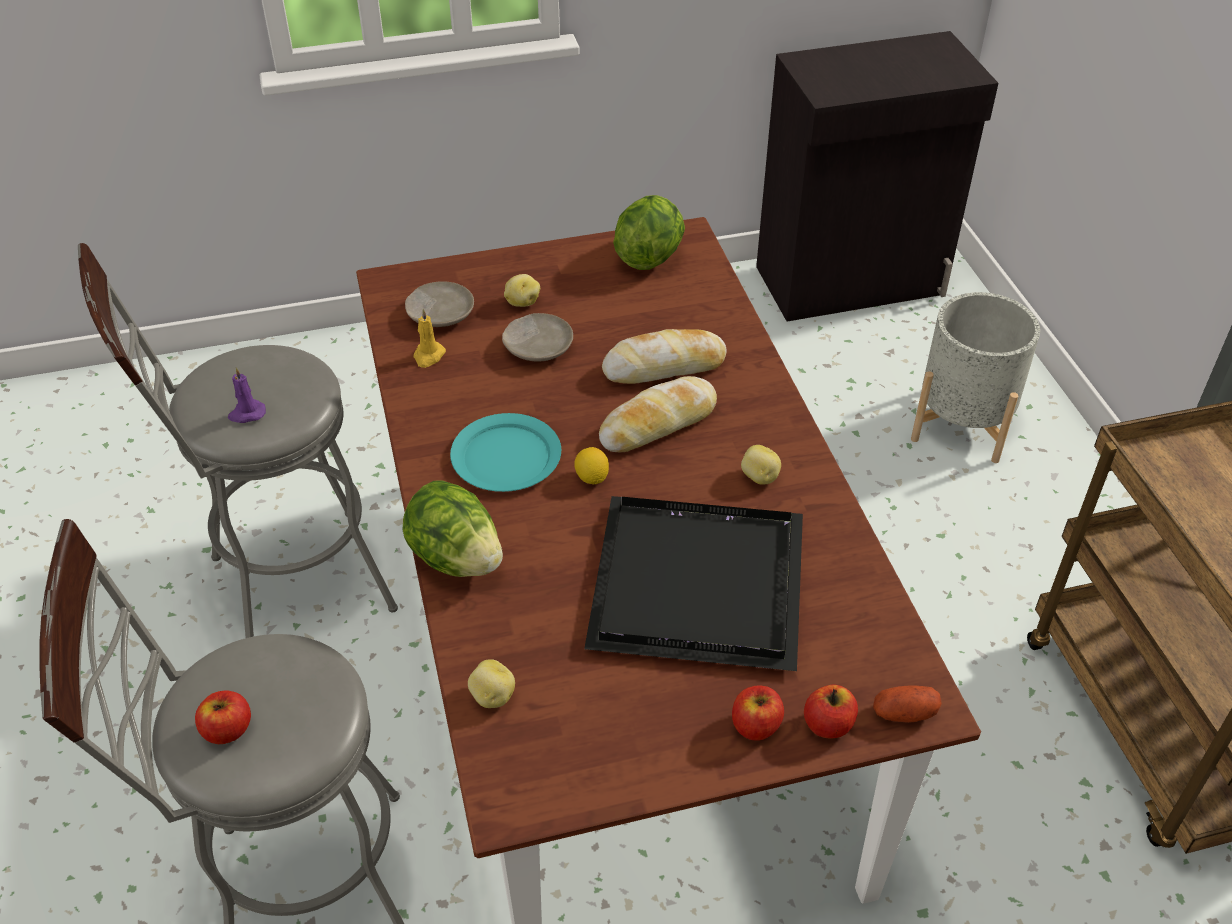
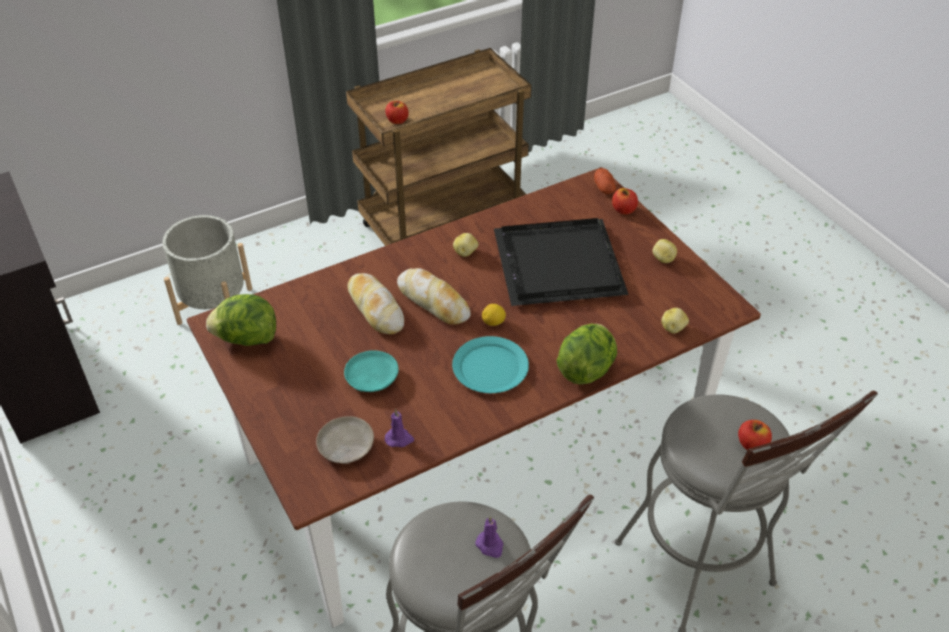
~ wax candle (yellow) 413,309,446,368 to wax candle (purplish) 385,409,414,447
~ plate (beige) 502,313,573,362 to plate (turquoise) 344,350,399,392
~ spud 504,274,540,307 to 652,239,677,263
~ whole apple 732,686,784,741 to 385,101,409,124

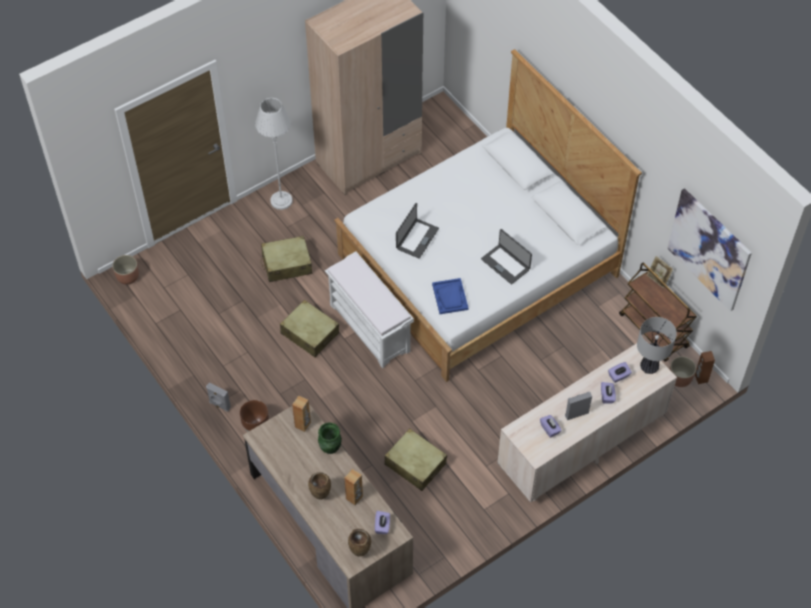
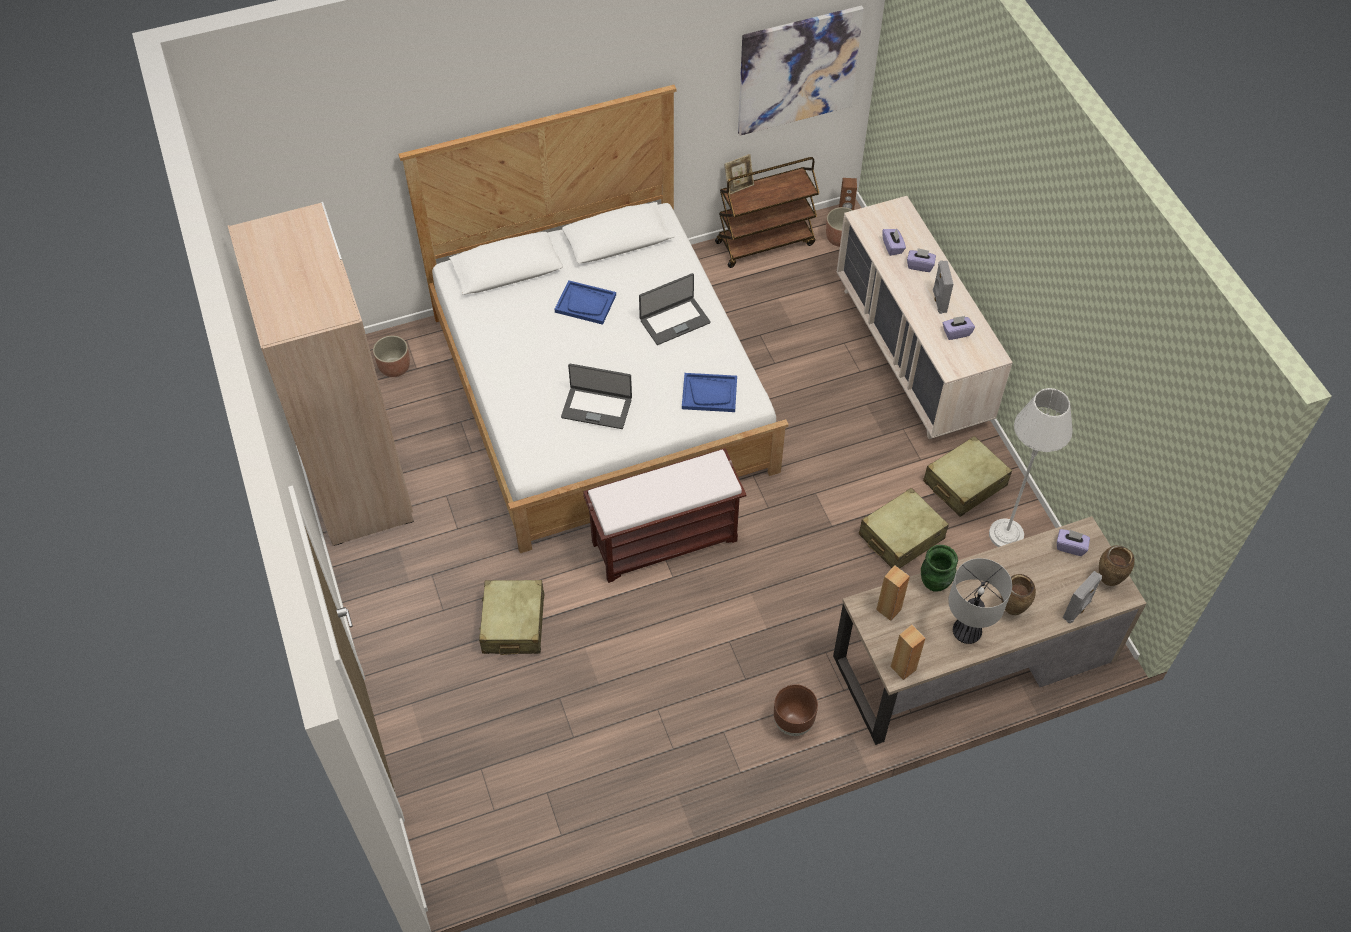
~ flower pot 112,255,139,285 to 373,336,410,377
~ audio speaker (greyish) 206,383,231,412 to 1063,571,1102,623
~ floor lamp (greyish) 255,98,293,210 to 989,388,1073,547
~ piece of luggage (beige) 280,300,339,357 to 923,436,1012,517
~ bench (white) 325,251,414,368 to bench (brown) 583,448,746,583
~ audio speaker (brown) 344,469,363,505 to 891,625,926,680
~ laptop 396,203,439,259 = 561,363,632,429 150 degrees clockwise
~ lamp for a table 637,317,677,374 to 948,558,1012,644
+ tray (bluish) 555,280,616,325

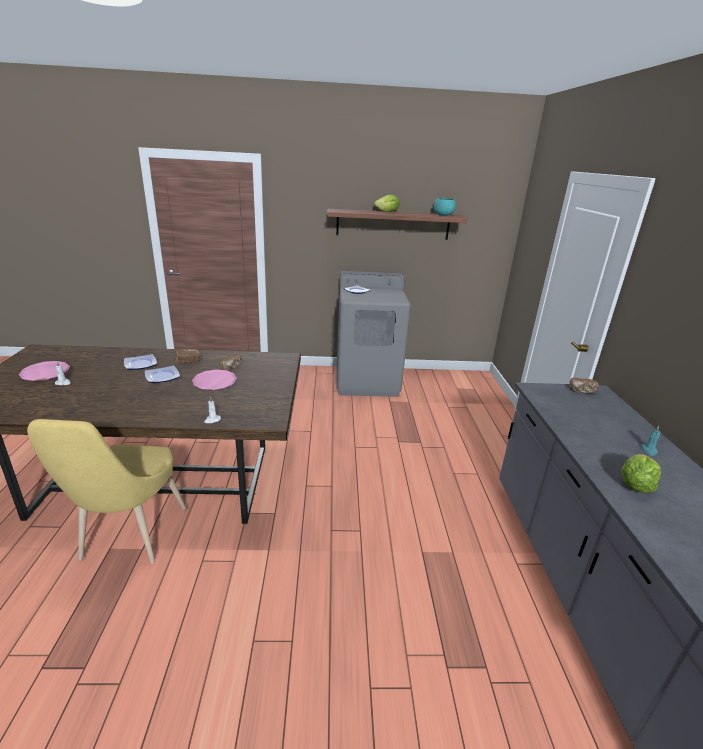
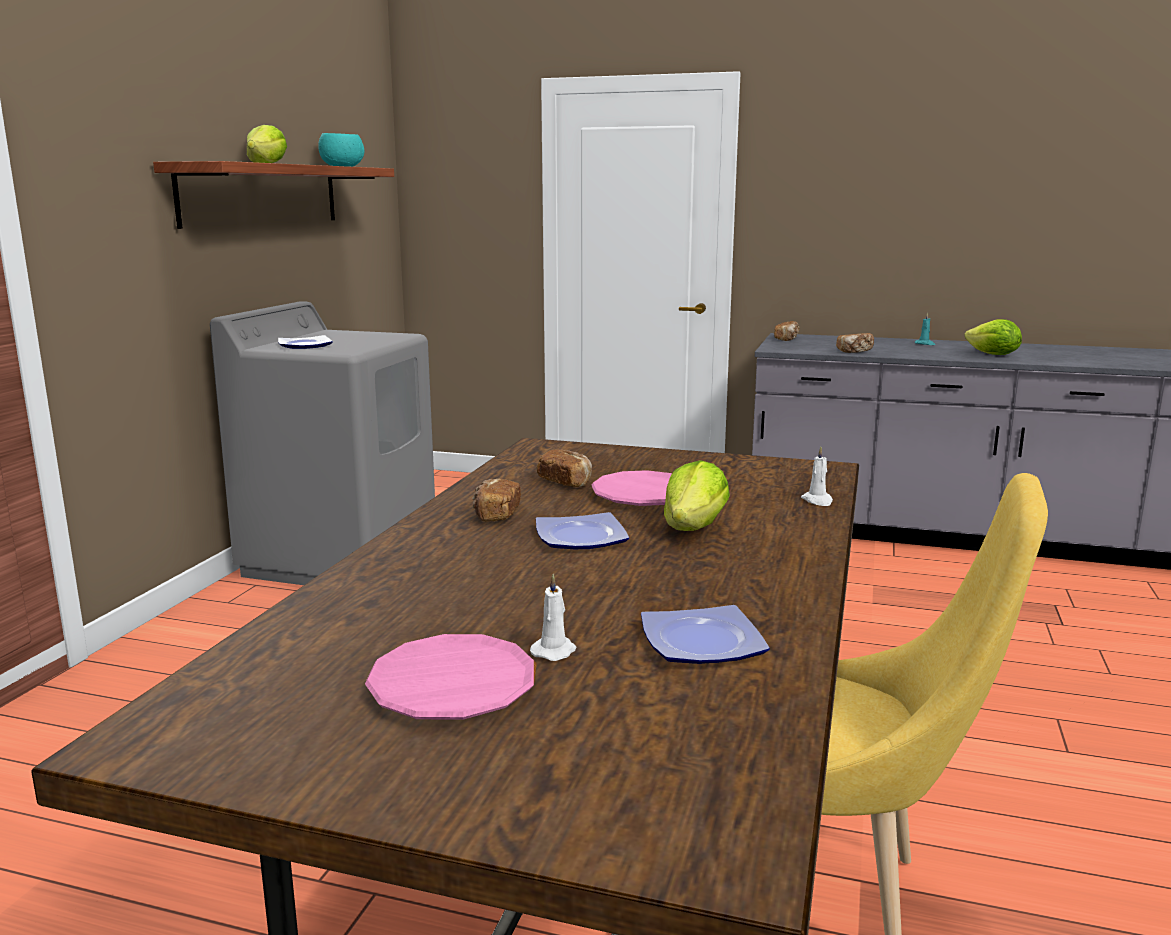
~ plate 124,354,157,370 to 641,605,770,664
+ head of lettuce 664,460,730,531
+ bread 836,333,874,353

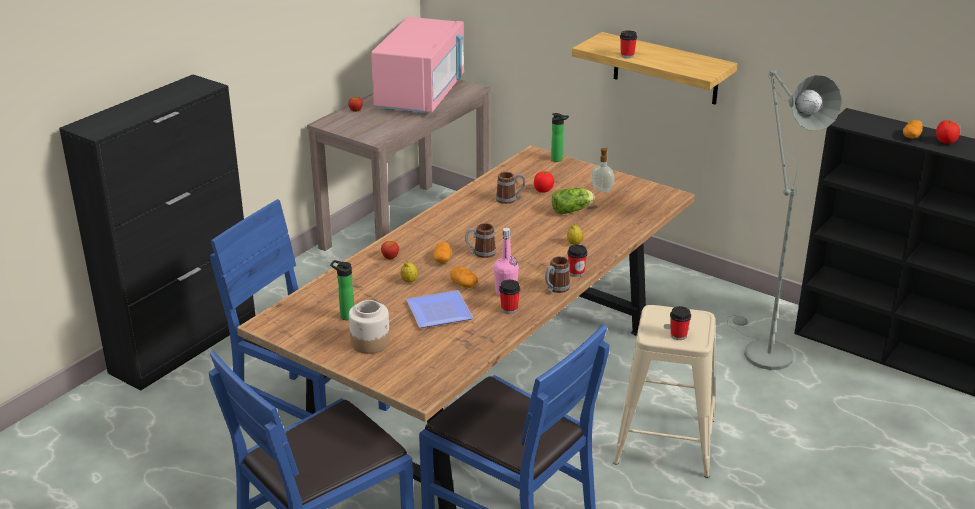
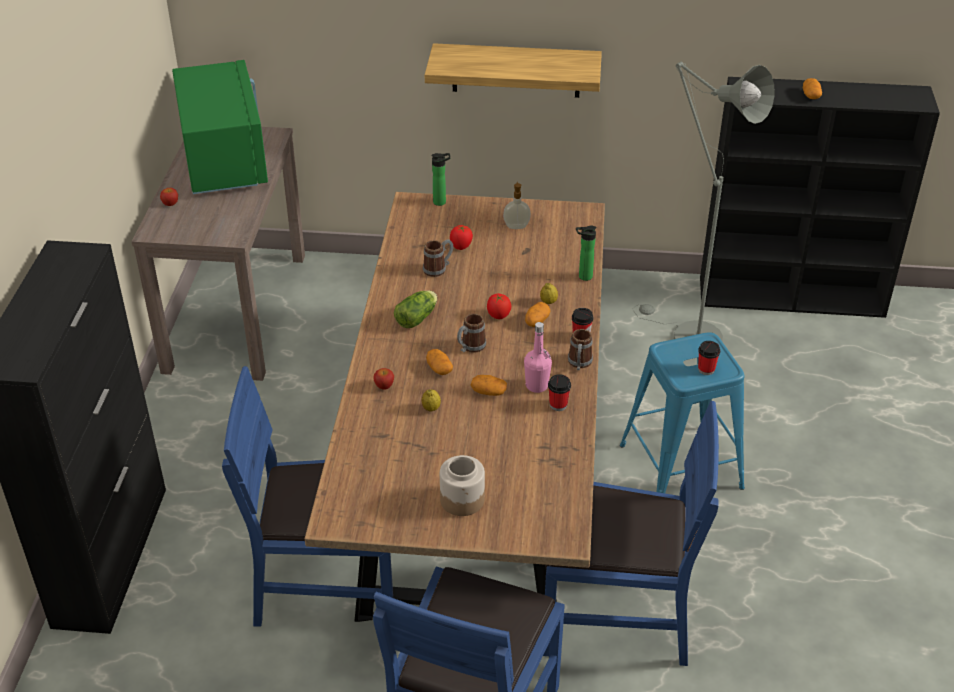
~ drink bottle 330,260,354,320 to 576,225,597,281
~ kitchen microwave (pink) 371,17,464,113 to kitchen microwave (green) 172,60,268,194
- plate 406,290,473,328
~ head of lettuce 552,188,595,214 to 394,290,437,328
~ stool seat (beige) 613,305,715,478 to stool seat (bluish) 620,333,745,493
- small cup 620,30,637,59
~ fresh tomato 936,120,960,144 to 487,293,511,319
+ spud 525,302,550,327

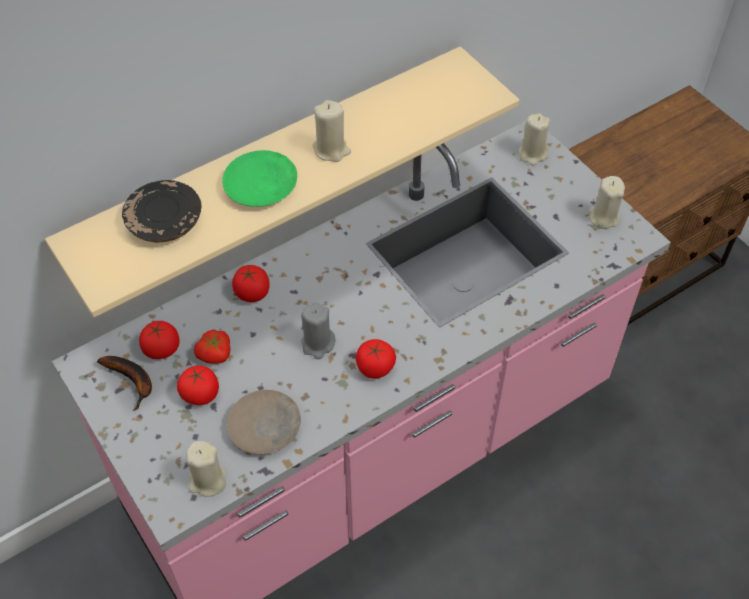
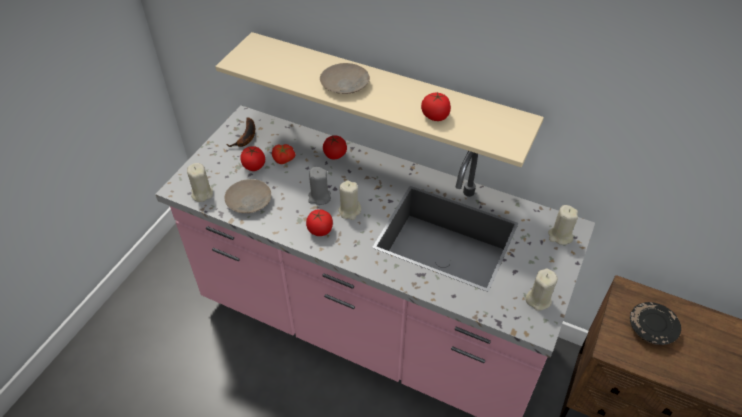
~ plate (black) 122,180,201,242 to 630,302,681,345
~ fresh tomato 139,321,179,359 to 421,92,451,121
~ plate (green) 222,150,297,207 to plate (beige) 320,63,370,94
~ wax candle (beige) 313,100,351,162 to 338,180,361,220

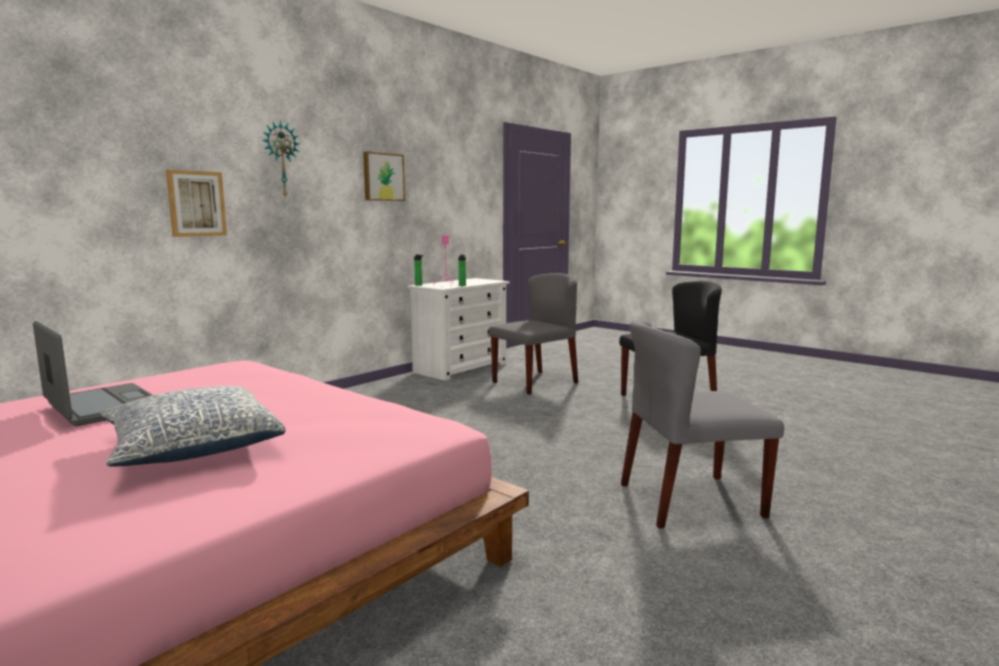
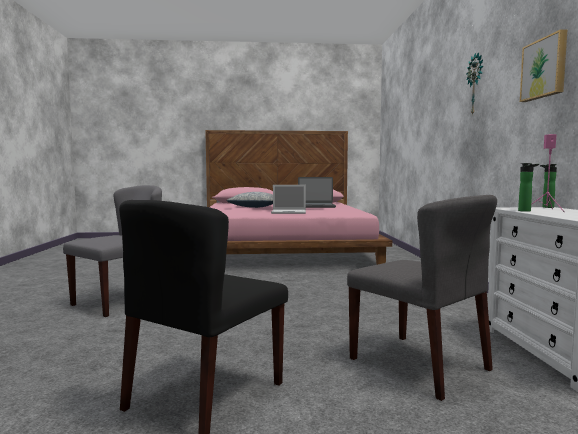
- wall art 166,170,227,237
~ plain chair (greyish) 489,273,578,395 = 347,195,497,401 45 degrees counterclockwise
+ laptop 271,185,306,214

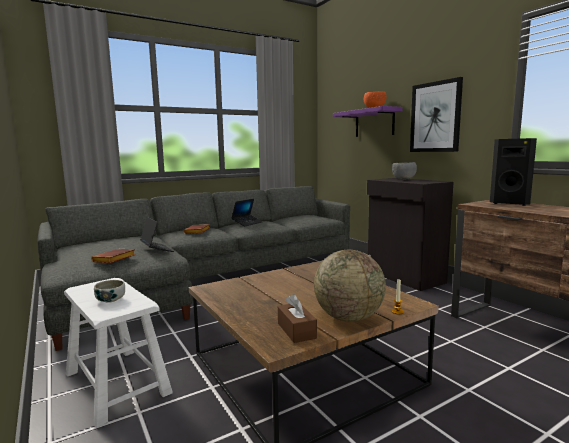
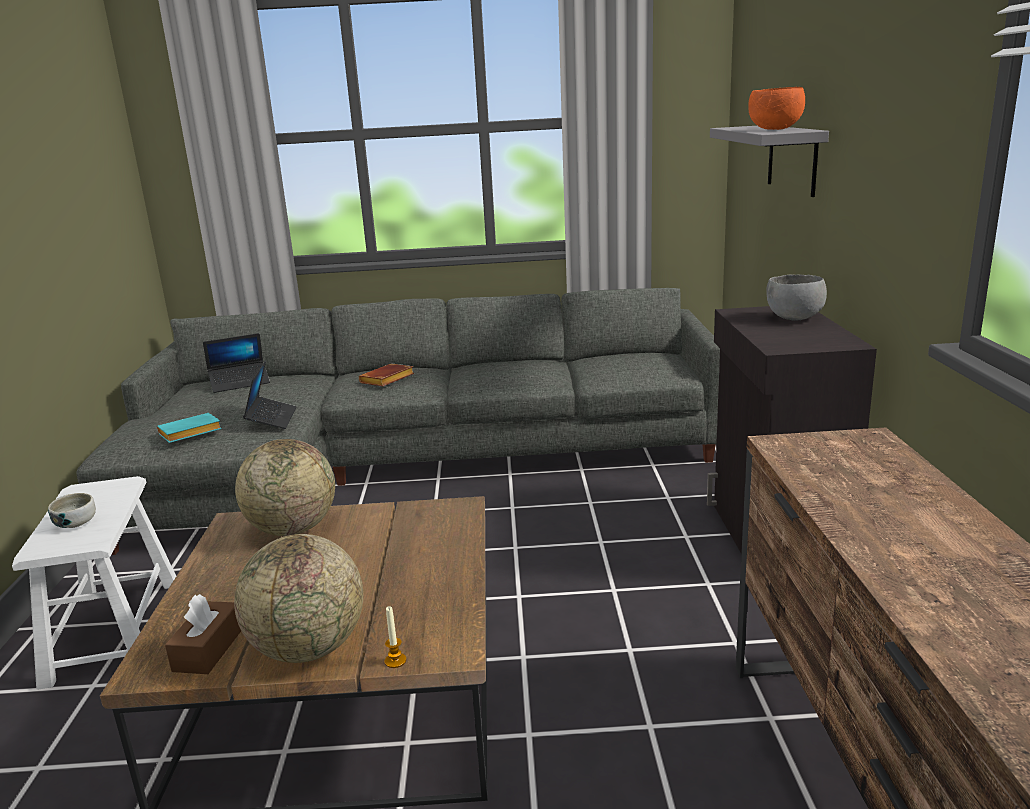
~ bound book (brown) 91,249,136,263 to bound book (turquoise) 157,413,222,443
~ laptop 231,199,262,227 to 203,333,270,393
~ wall shelf (purplish) 333,106,403,137 to wall shelf (greyish) 710,126,829,197
- wall art 410,77,463,152
- audio speaker (black) 490,138,537,206
+ desk globe 235,439,335,536

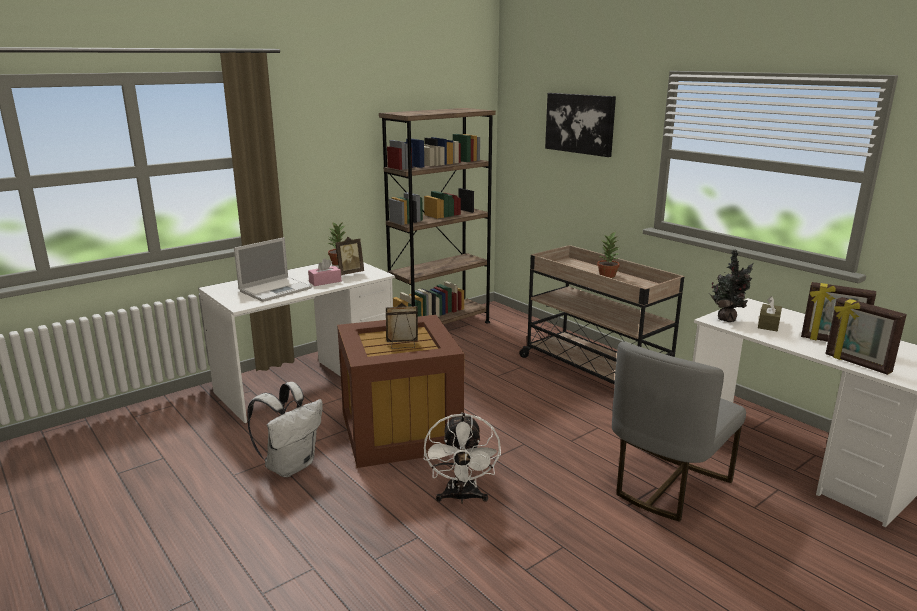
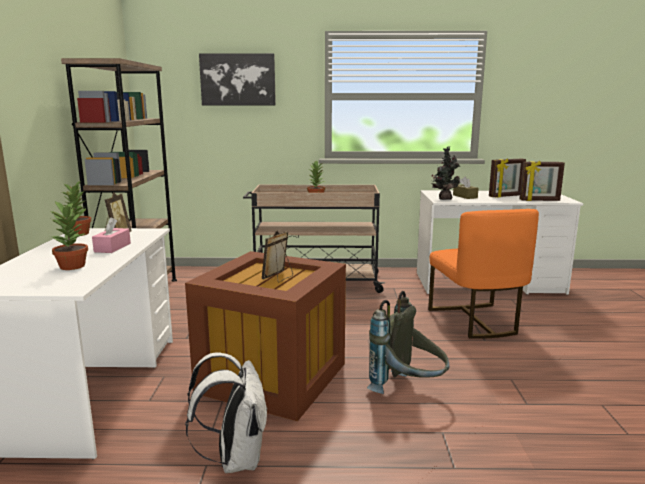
~ laptop 234,237,312,302 to potted plant 49,201,88,270
~ fan (white) 424,413,501,504 to backpack (greyish) 367,291,450,394
~ plain chair (greyish) 612,342,746,522 to plain chair (orange) 428,209,539,339

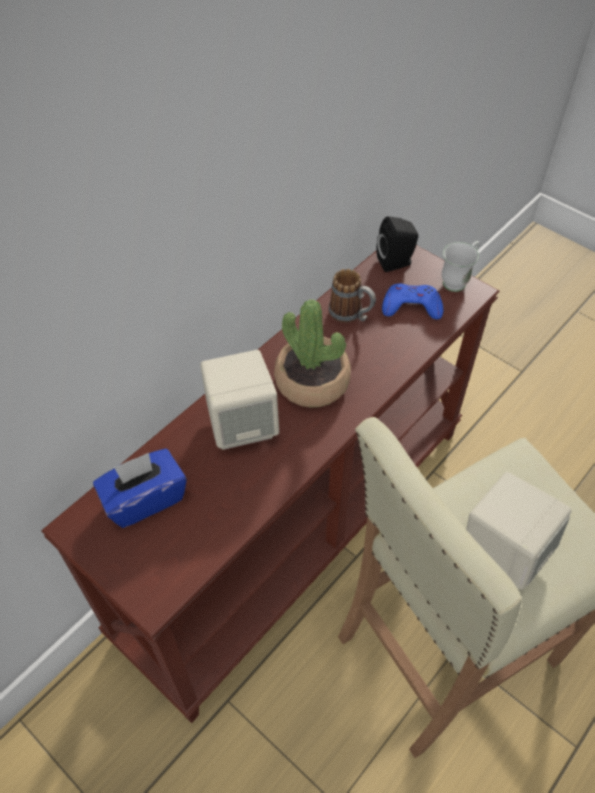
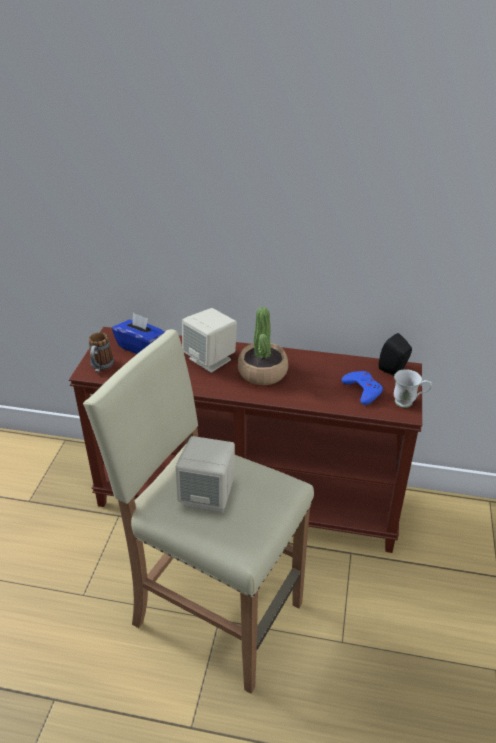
~ mug 329,269,376,323 to 89,332,114,373

